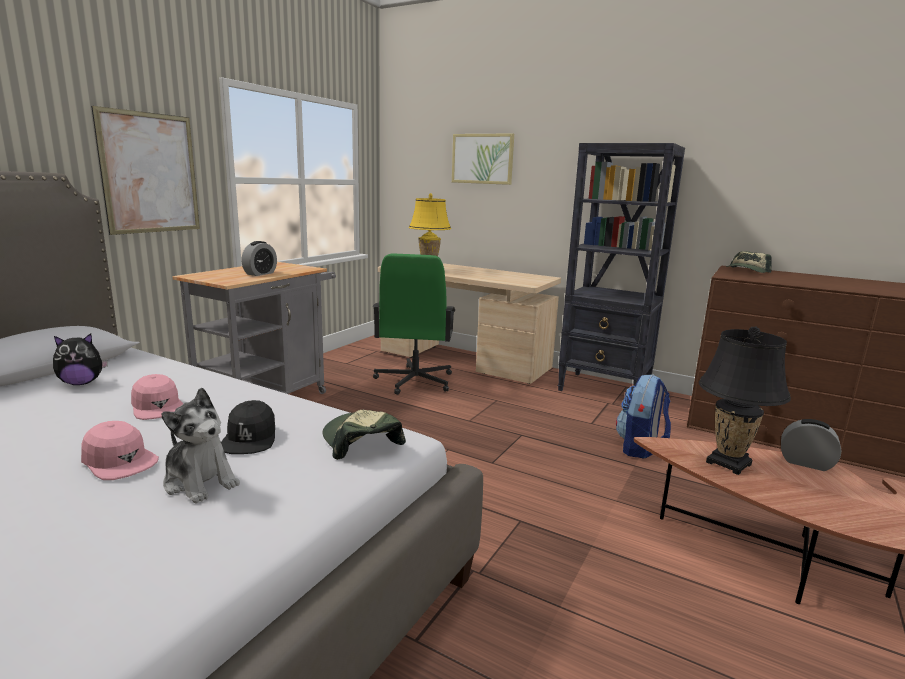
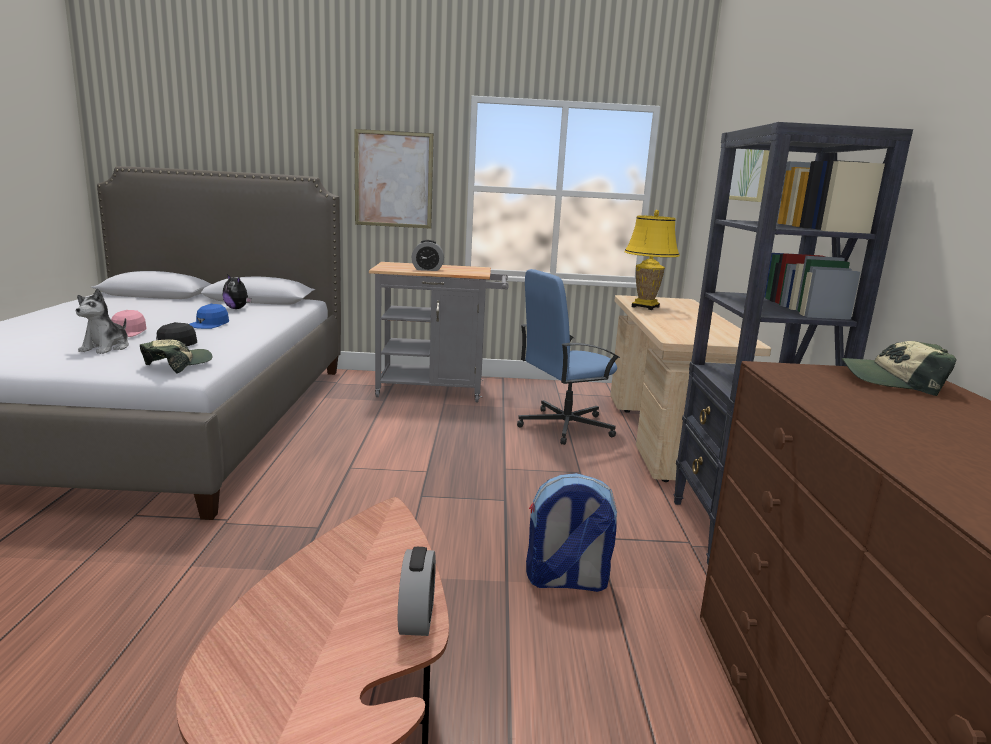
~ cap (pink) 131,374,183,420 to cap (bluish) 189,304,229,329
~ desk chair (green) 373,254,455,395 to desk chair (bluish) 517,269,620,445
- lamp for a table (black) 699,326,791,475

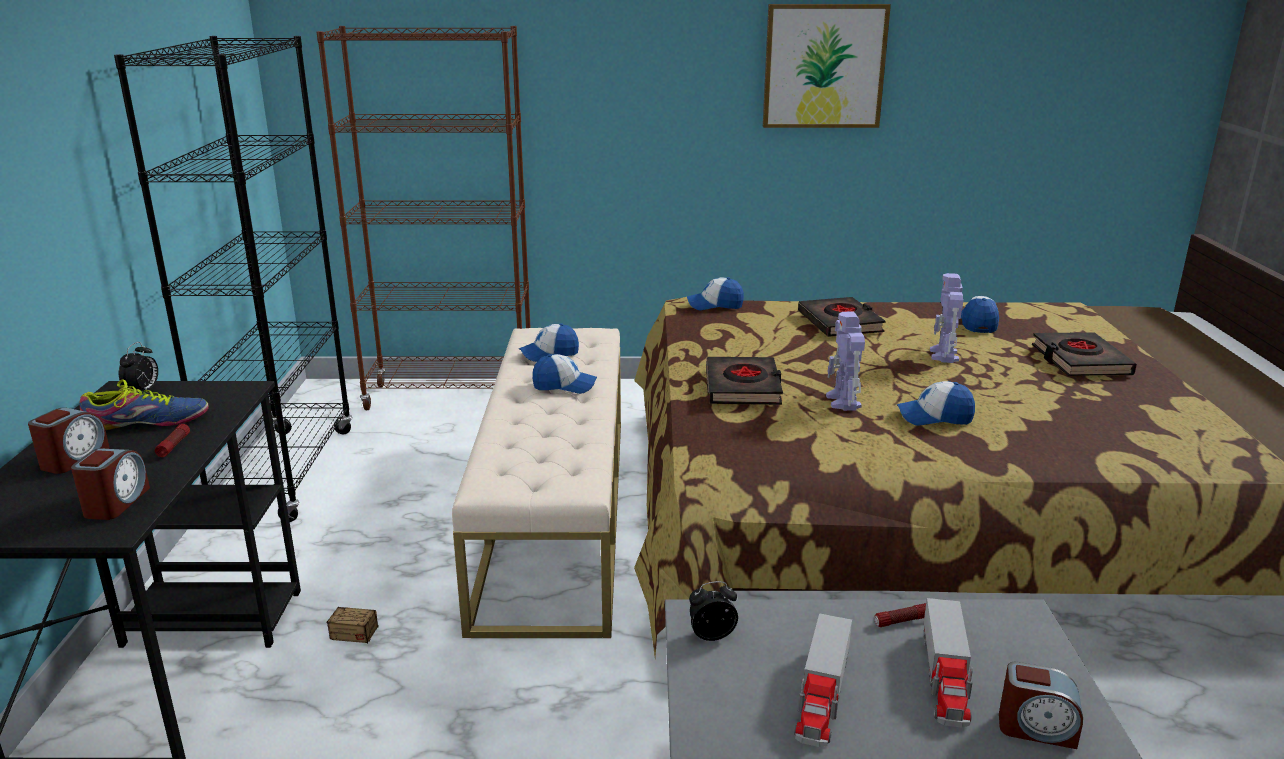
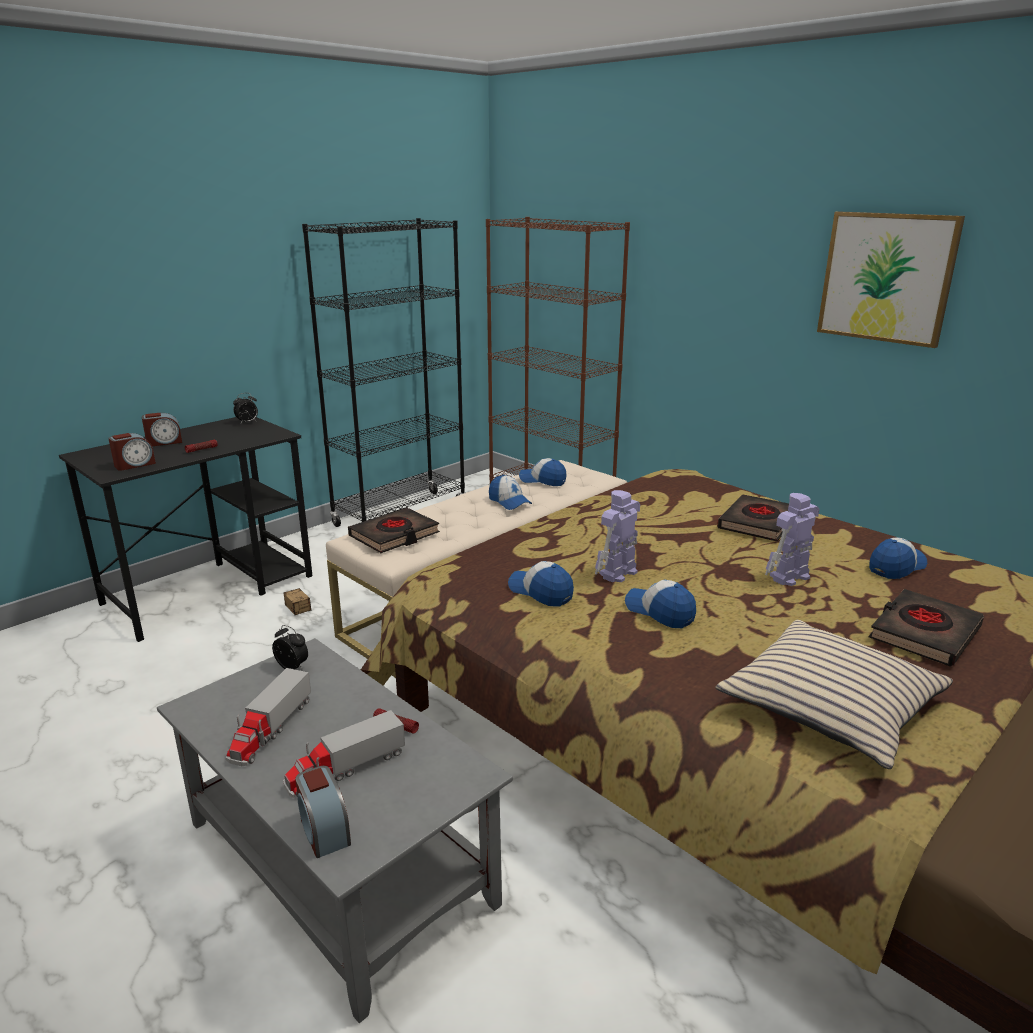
- item of footwear 79,380,209,430
~ cap 687,277,744,310 to 508,561,574,606
~ bound book (black) 706,357,783,405 to 348,508,440,553
~ model truck 794,613,852,747 = 225,668,311,766 45 degrees counterclockwise
+ pillow (beige) 716,620,953,769

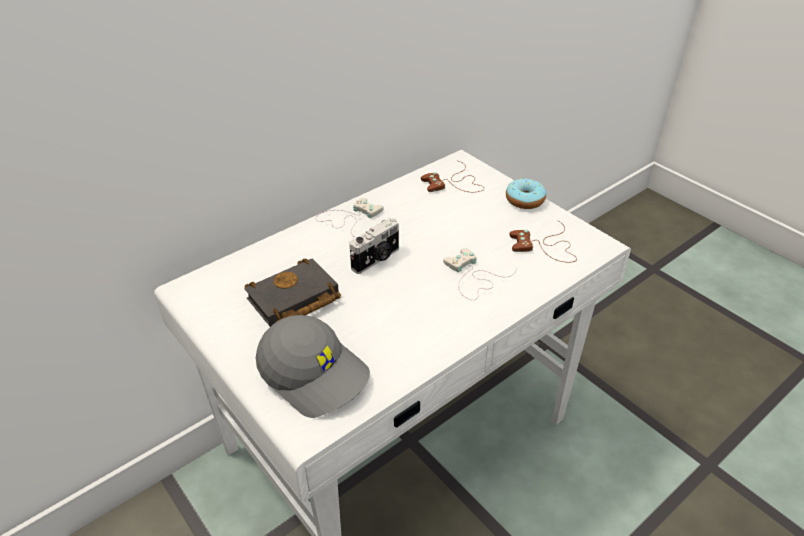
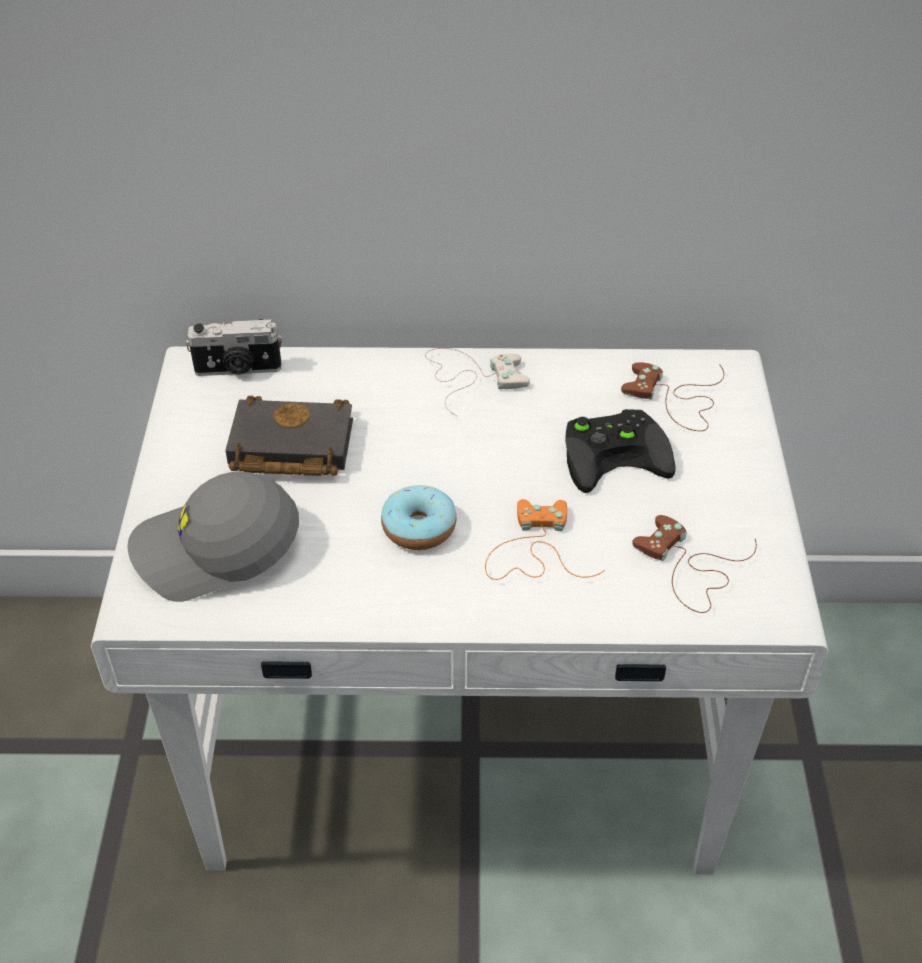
~ cap (greyish) 256,315,370,418 = 127,472,299,602 90 degrees clockwise
~ still camera 350,218,399,274 to 186,319,282,376
~ game controller (white) 443,248,517,300 to game controller (orange) 485,499,605,580
~ ring doughnut 506,178,546,209 to 381,485,456,550
+ game controller (black) 565,409,675,493

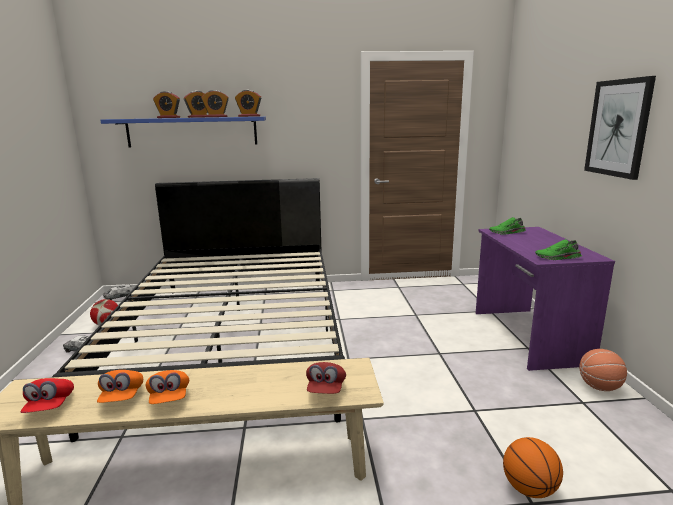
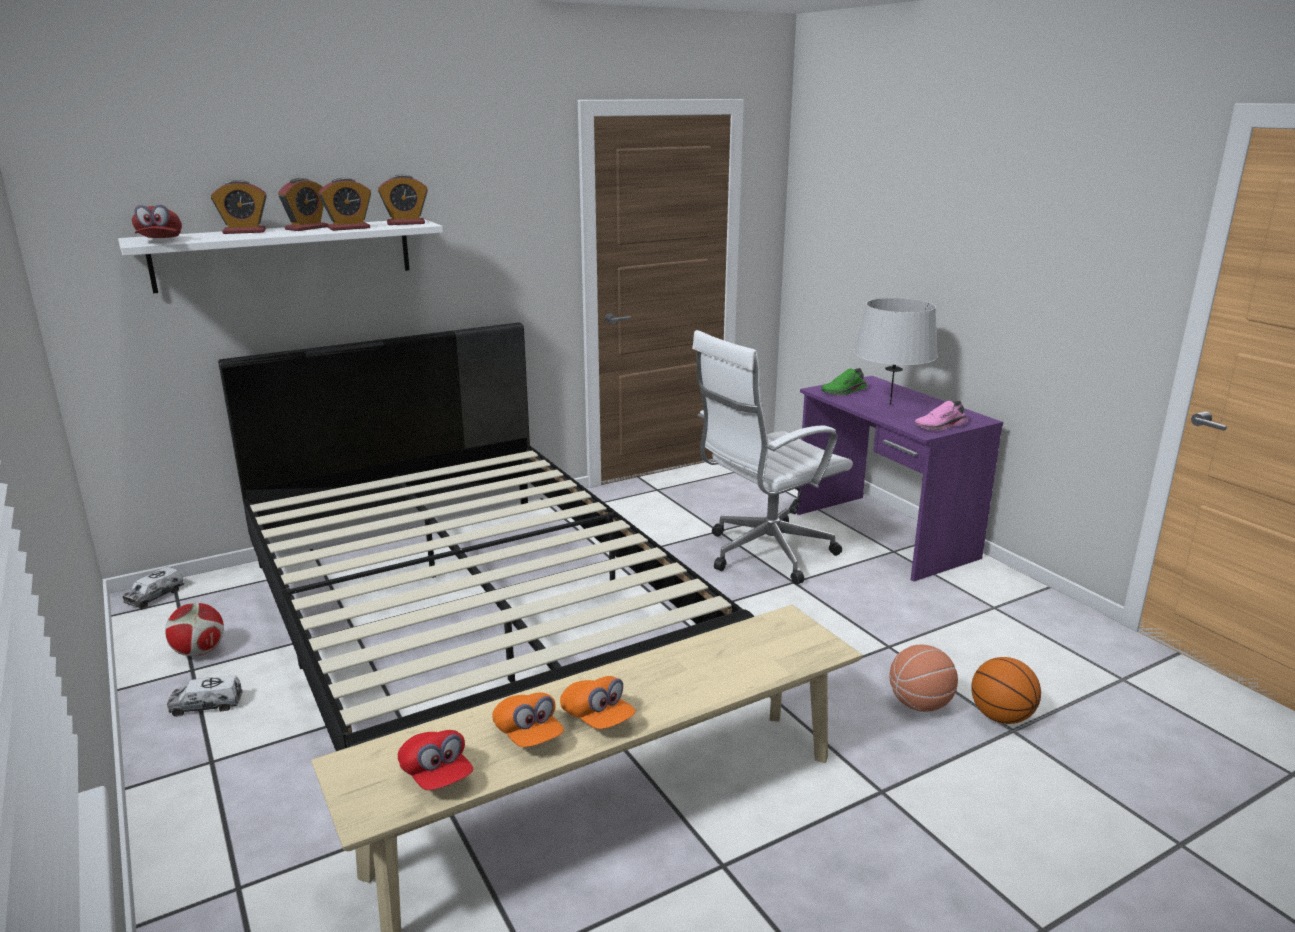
~ wall shelf (bluish) 100,117,266,147 to wall shelf (white) 118,219,443,293
~ cap (red) 306,362,346,394 to 132,204,182,238
~ item of footwear (green) 535,239,582,260 to item of footwear (pink) 915,400,968,431
~ ball for basketball 579,349,627,391 to 889,644,958,712
- wall art 584,76,656,180
+ desk chair (white) 692,330,853,585
+ lamp for a table (greyish) 854,298,938,405

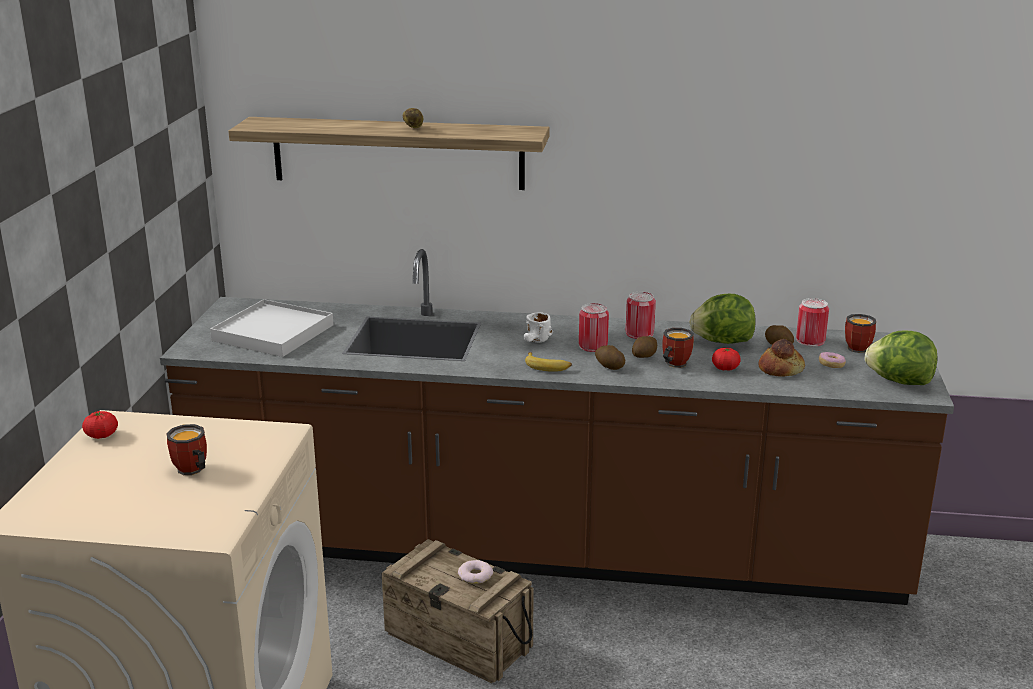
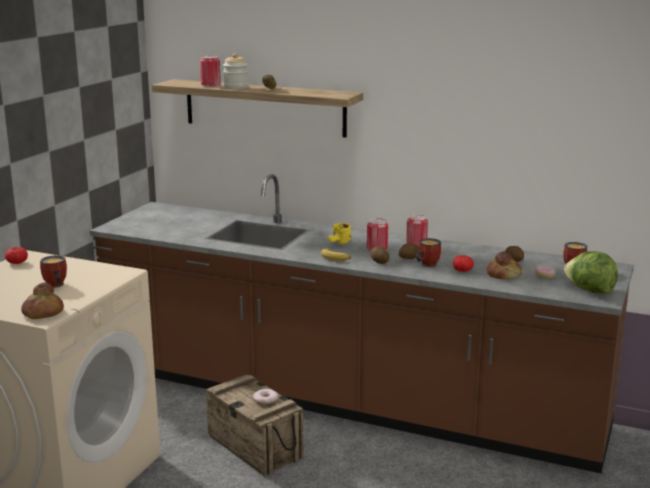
- tray (white) 210,299,333,357
~ mug (white) 523,312,553,343 to mug (yellow) 328,223,352,244
- head of lettuce 689,294,755,344
~ sealed can 796,298,829,347 to 200,56,221,87
+ bread 21,283,64,319
+ preserve jar 223,53,248,89

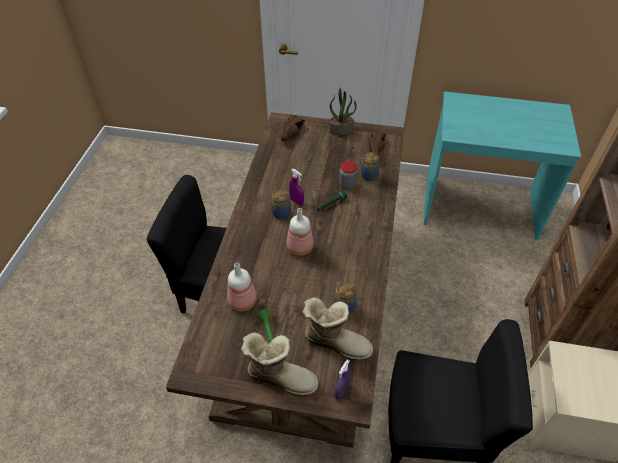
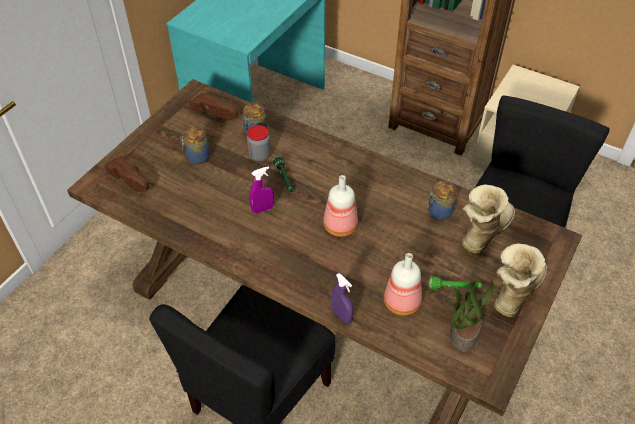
~ preserve jar 271,190,291,220 to 180,127,210,164
~ potted plant 329,88,357,135 to 450,280,495,352
~ sprayer (purplish) 334,360,351,400 to 331,273,353,324

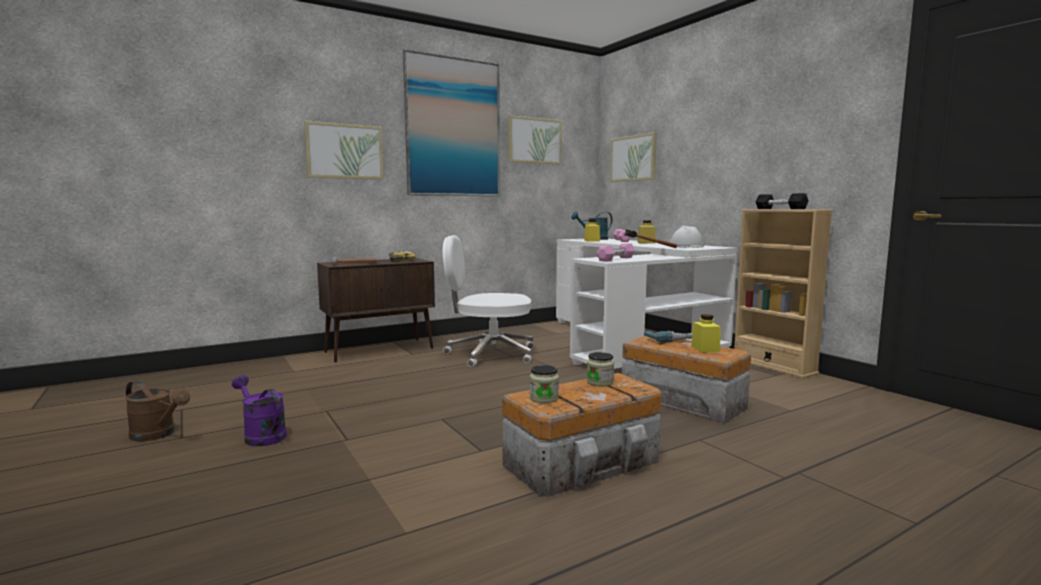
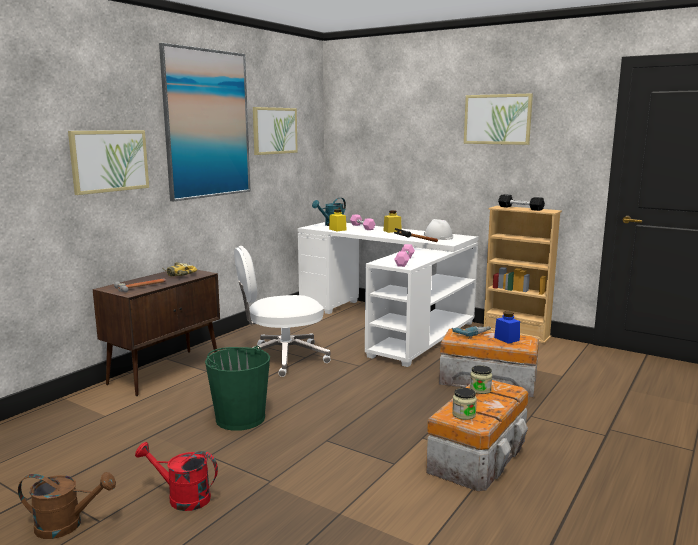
~ sprinkling can (purplish) 232,375,287,446 to sprinkling can (red) 135,442,218,511
~ wall art 610,132,657,182 to 464,93,533,145
~ preserve jar (yellow) 691,314,720,352 to preserve jar (bluish) 494,311,520,344
+ water bucket (green) 205,346,270,431

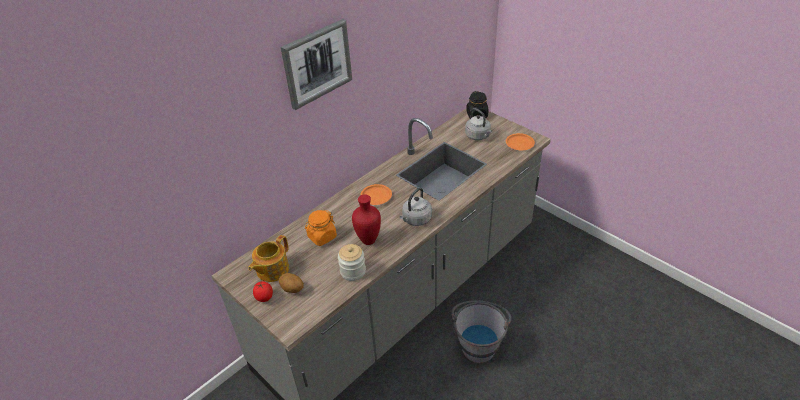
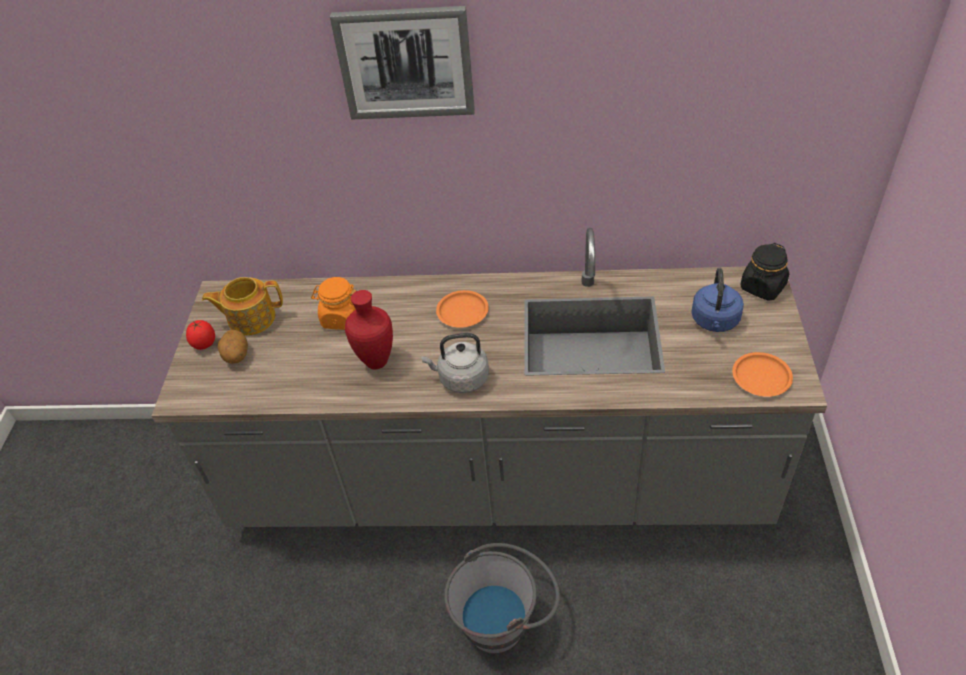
- preserve jar 338,244,366,281
~ tea kettle (greyish) 465,108,492,140 to tea kettle (bluish) 691,268,744,332

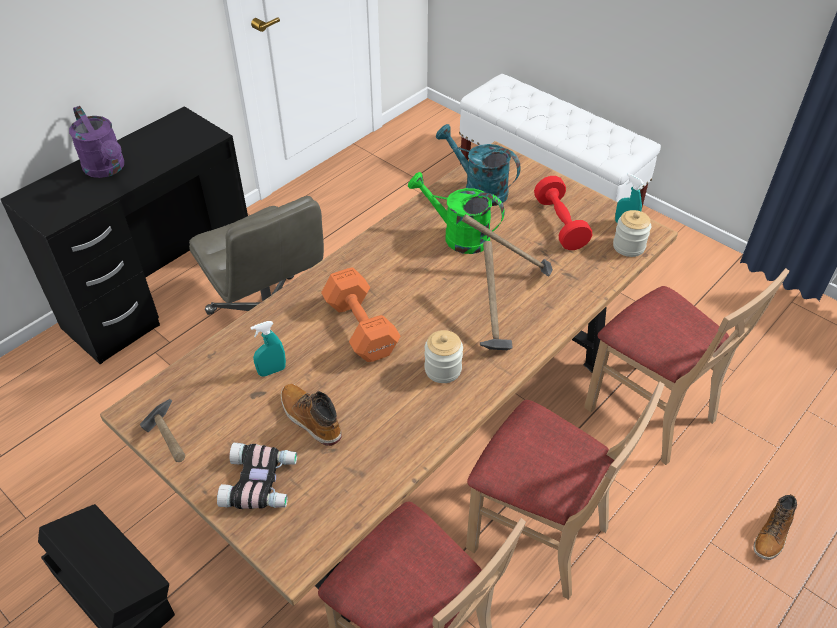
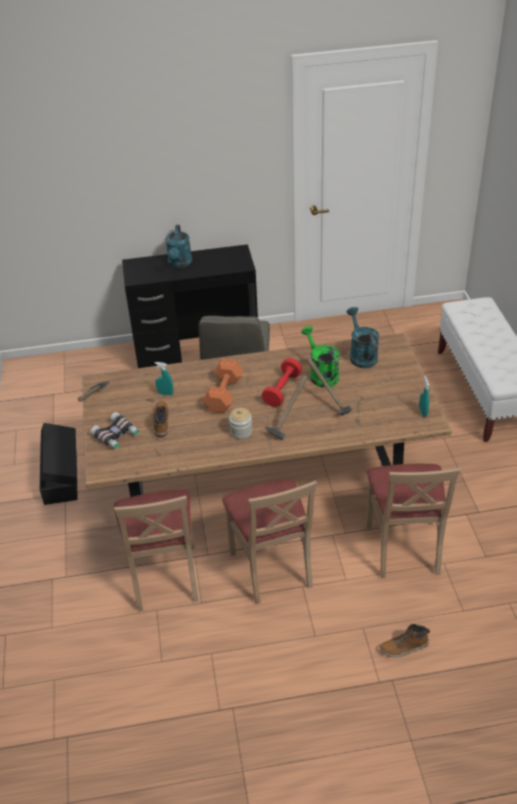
~ sprinkling can (purplish) 69,106,124,178 to sprinkling can (turquoise) 165,225,192,268
~ hand weight (red) 534,176,592,250 to 262,358,302,407
- preserve jar 613,210,651,257

